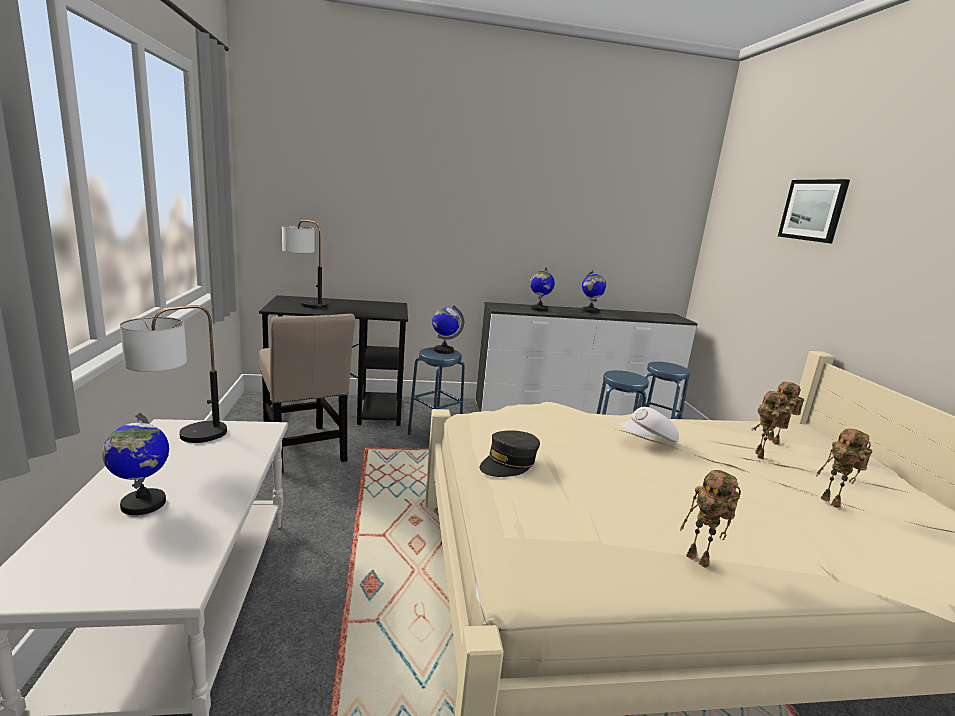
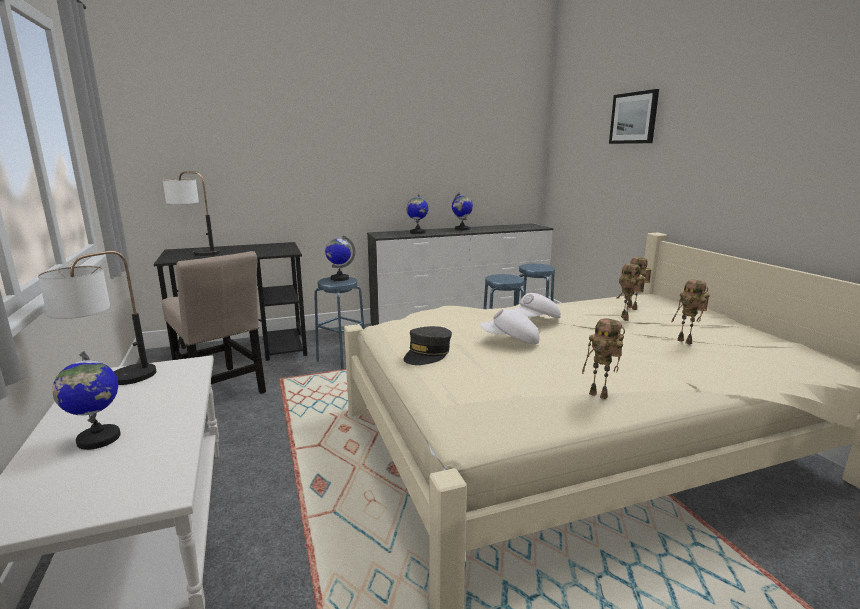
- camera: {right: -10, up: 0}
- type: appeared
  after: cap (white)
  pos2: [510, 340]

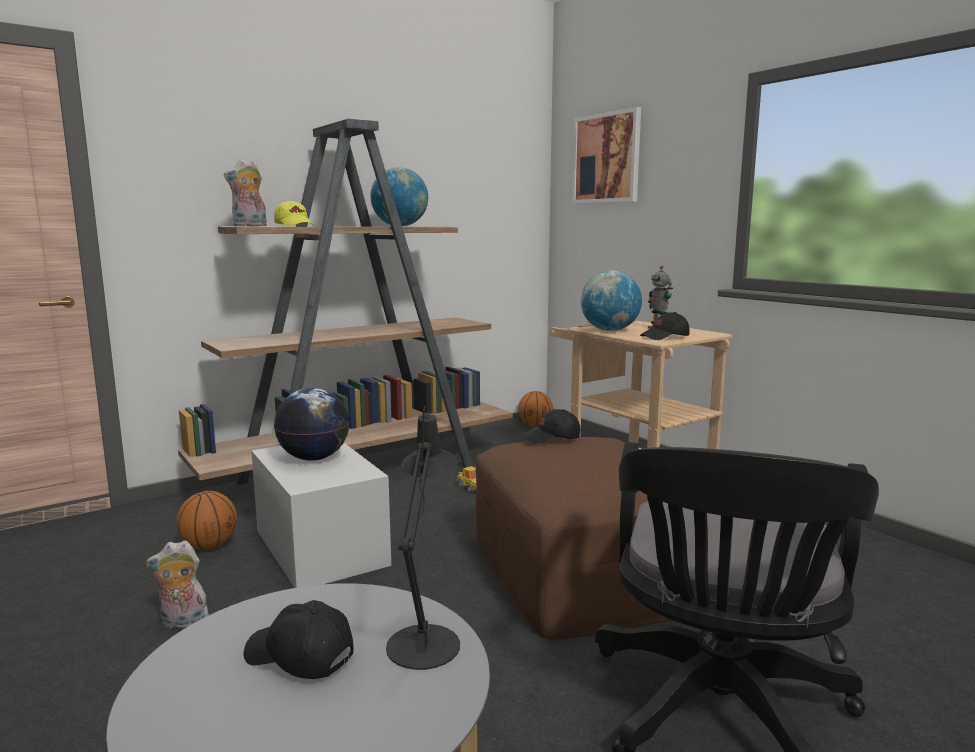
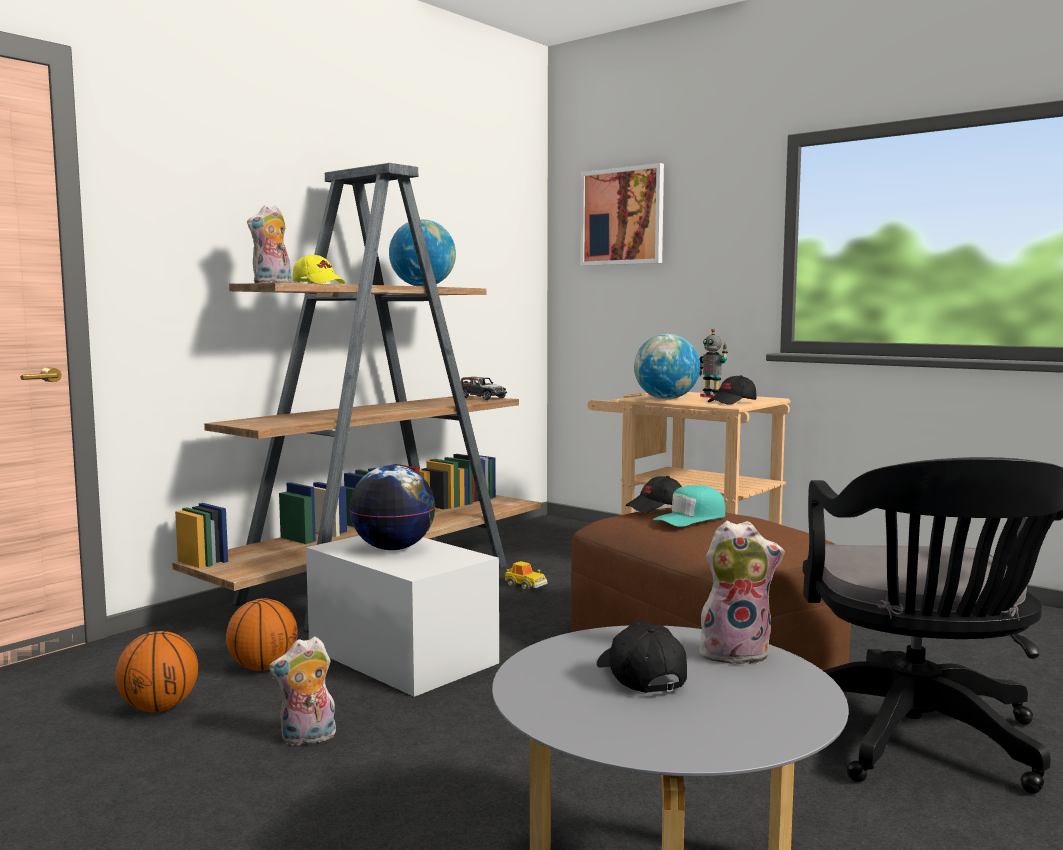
- camera: {right: -15, up: -5}
- type: spun
  before: cap (black)
  pos1: [298, 657]
  pos2: [639, 676]
  turn: 60
- type: exchanged
  before: table lamp (black)
  after: plush toy
  pos1: [425, 639]
  pos2: [735, 653]
- type: relocated
  before: basketball
  pos1: [535, 426]
  pos2: [159, 708]
- type: appeared
  after: toy car
  pos2: [482, 398]
- type: appeared
  after: cap (turquoise)
  pos2: [691, 518]

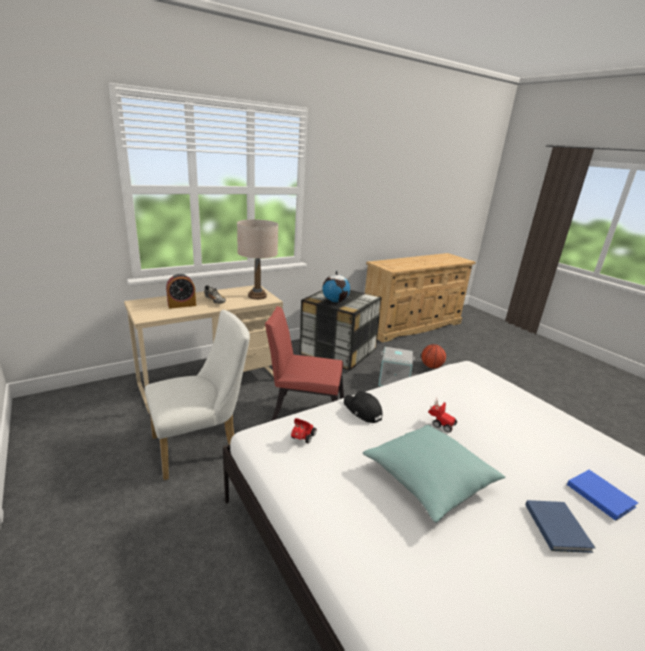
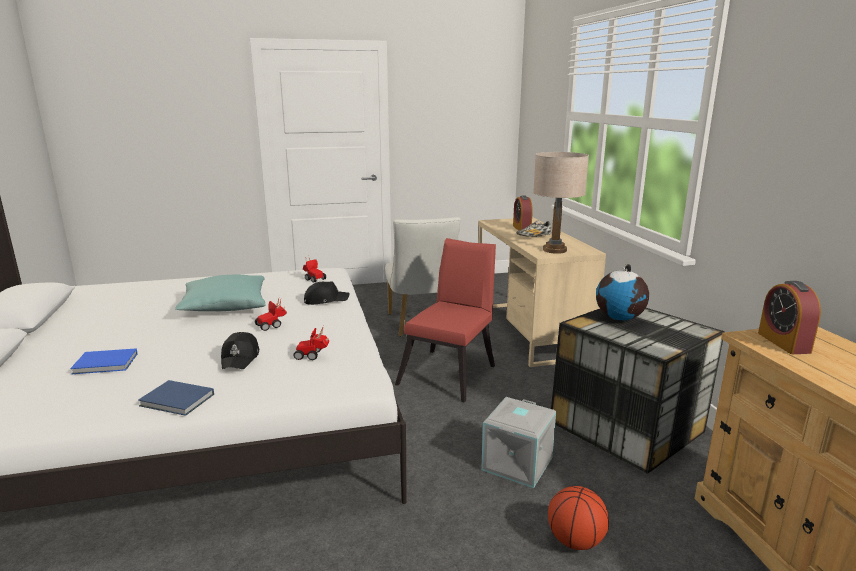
- camera: {right: 110, up: -5}
- type: relocated
  before: book (blue)
  pos1: [557, 526]
  pos2: [178, 401]
- type: appeared
  after: cap (black)
  pos2: [241, 358]
- type: appeared
  after: toy car
  pos2: [313, 355]
- type: appeared
  after: alarm clock
  pos2: [783, 342]

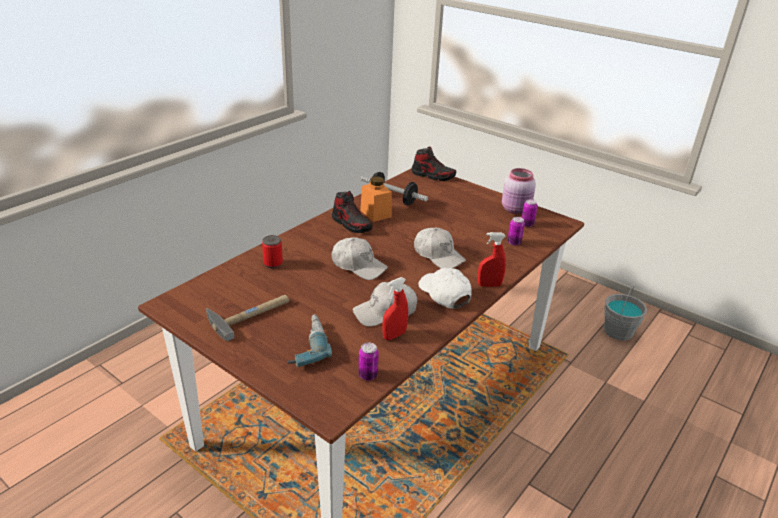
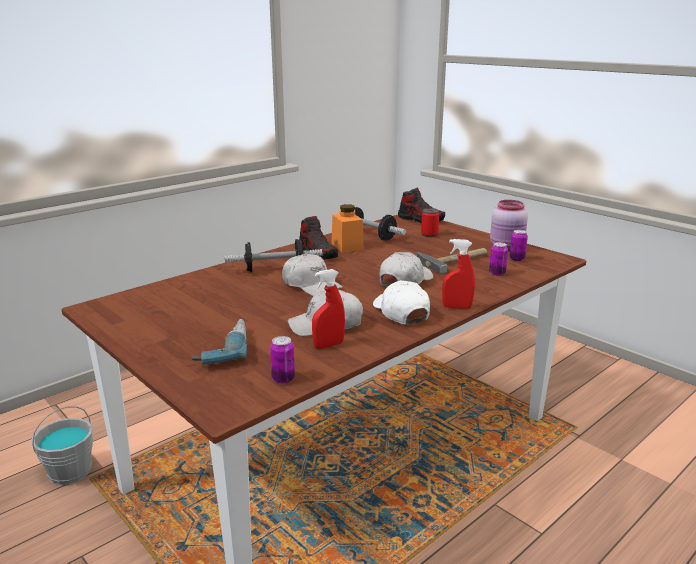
- camera: {right: 10, up: -10}
- type: relocated
  before: hammer
  pos1: [250, 315]
  pos2: [455, 260]
- type: relocated
  before: can
  pos1: [273, 263]
  pos2: [429, 234]
- type: spun
  before: cap (white)
  pos1: [438, 255]
  pos2: [405, 280]
  turn: -105
- type: relocated
  before: bucket (grey)
  pos1: [618, 331]
  pos2: [70, 471]
- type: appeared
  after: dumbbell
  pos2: [274, 269]

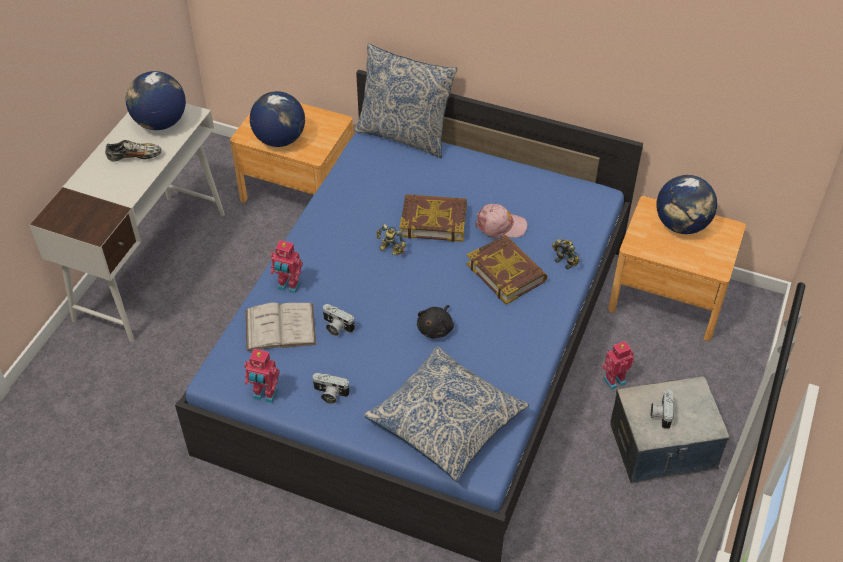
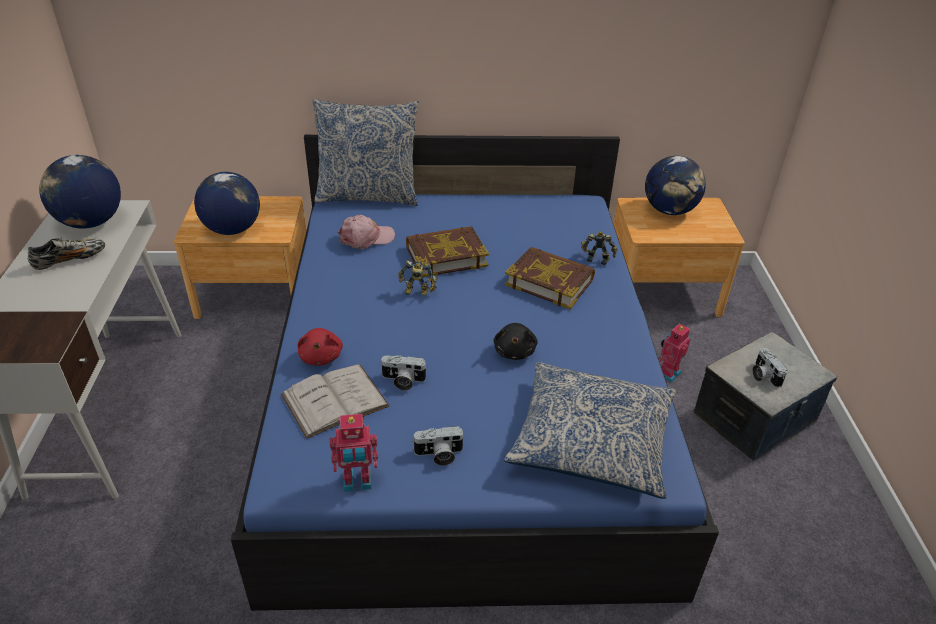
- camera: {right: -25, up: -10}
- type: exchanged
  before: toy robot
  after: plush toy (red)
  pos1: [288, 286]
  pos2: [321, 356]
- type: relocated
  before: cap (pink)
  pos1: [500, 226]
  pos2: [366, 238]

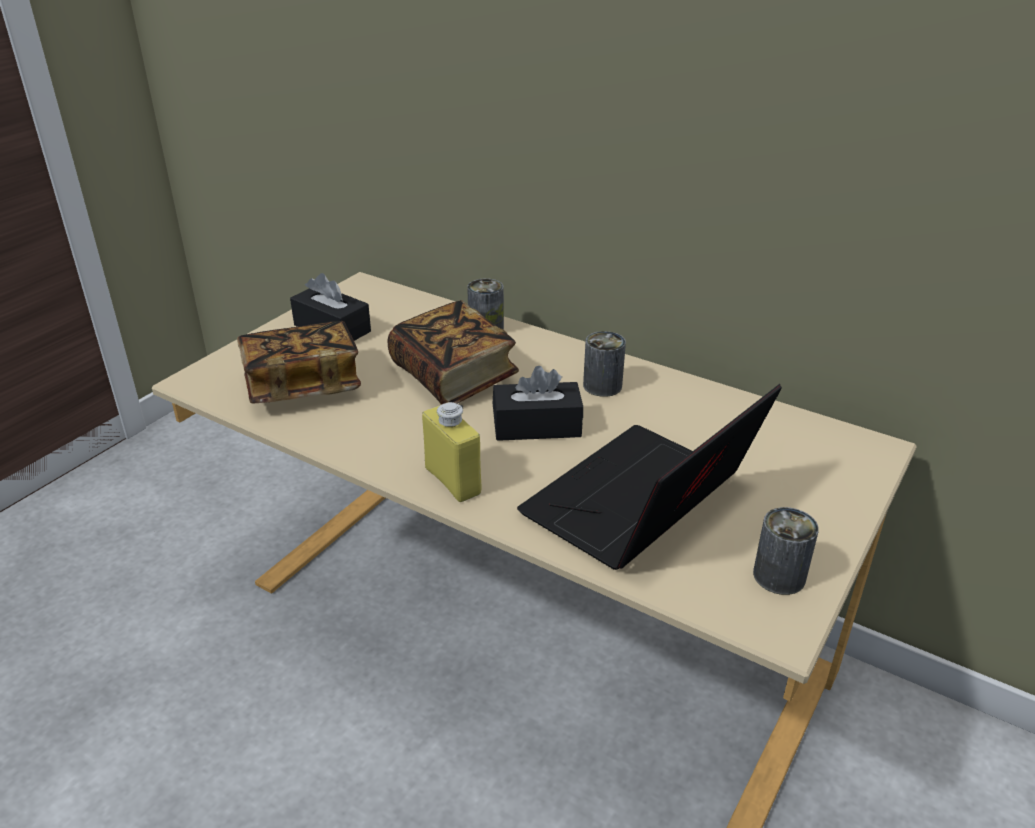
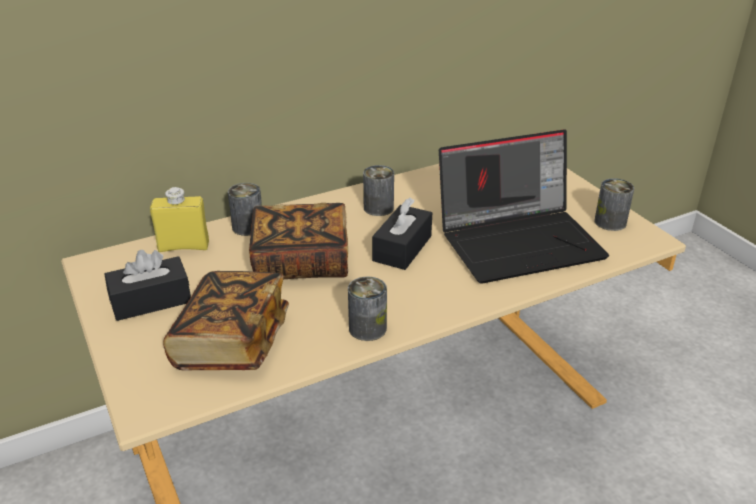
- camera: {right: -60, up: 0}
- type: relocated
  before: bottle (yellow)
  pos1: [453, 481]
  pos2: [184, 246]
- type: spun
  before: laptop
  pos1: [641, 505]
  pos2: [520, 241]
  turn: -90
- type: appeared
  after: can
  pos2: [367, 328]

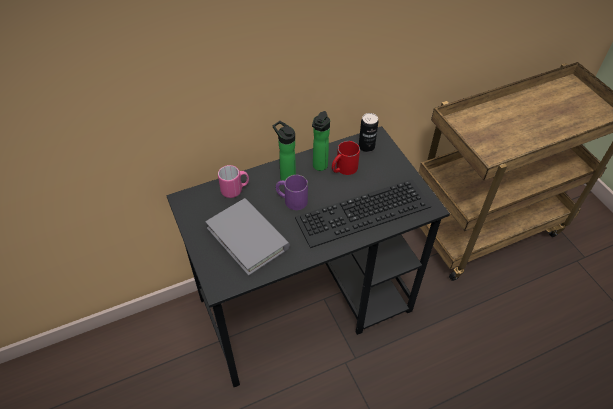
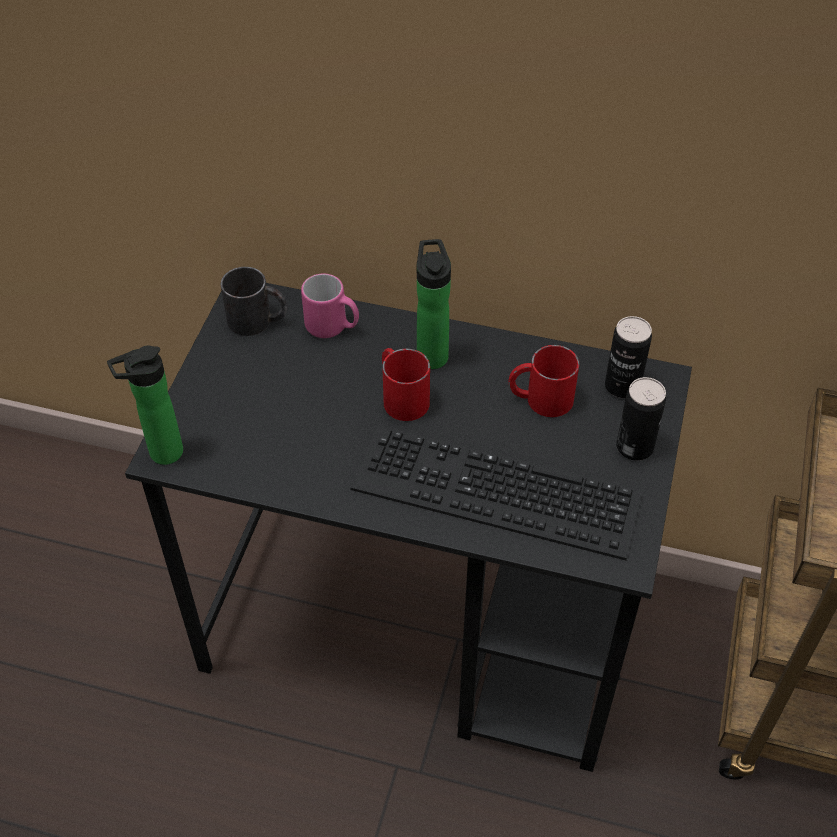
- camera: {right: 40, up: 0}
- type: missing
  before: book (grey)
  pos1: [247, 238]
- type: colour
  before: mug (purple)
  after: mug (red)
  pos1: [291, 200]
  pos2: [401, 396]
- type: relocated
  before: bottle
  pos1: [319, 167]
  pos2: [161, 454]
- type: appeared
  after: mug (black)
  pos2: [258, 320]
- type: appeared
  after: can
  pos2: [634, 447]

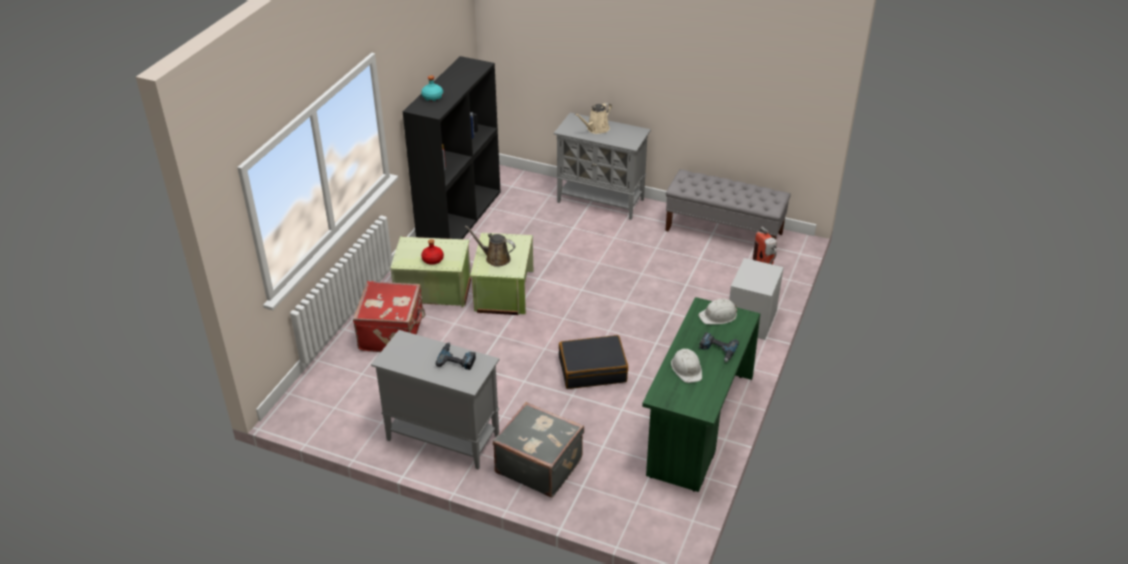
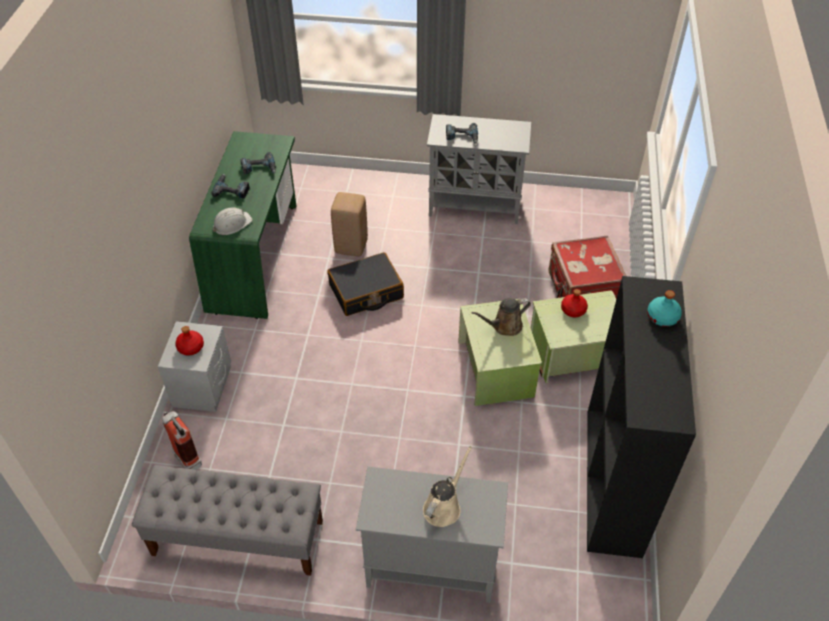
- camera: {right: 165, up: 10}
- type: spun
  before: watering can (brown)
  pos1: [495, 258]
  pos2: [504, 326]
  turn: 150
- type: missing
  before: suitcase (grey)
  pos1: [539, 465]
- type: exchanged
  before: hard hat (white)
  after: power drill
  pos1: [687, 368]
  pos2: [259, 168]
- type: appeared
  after: bottle (red)
  pos2: [190, 347]
- type: appeared
  after: stool (beige)
  pos2: [351, 247]

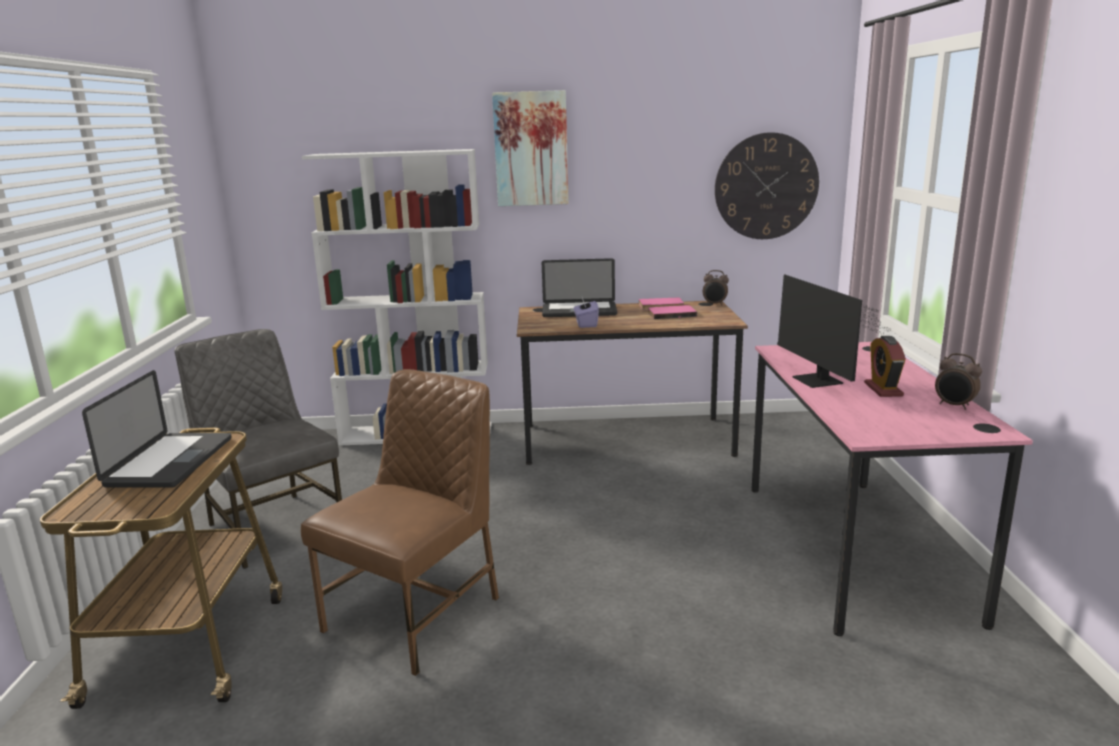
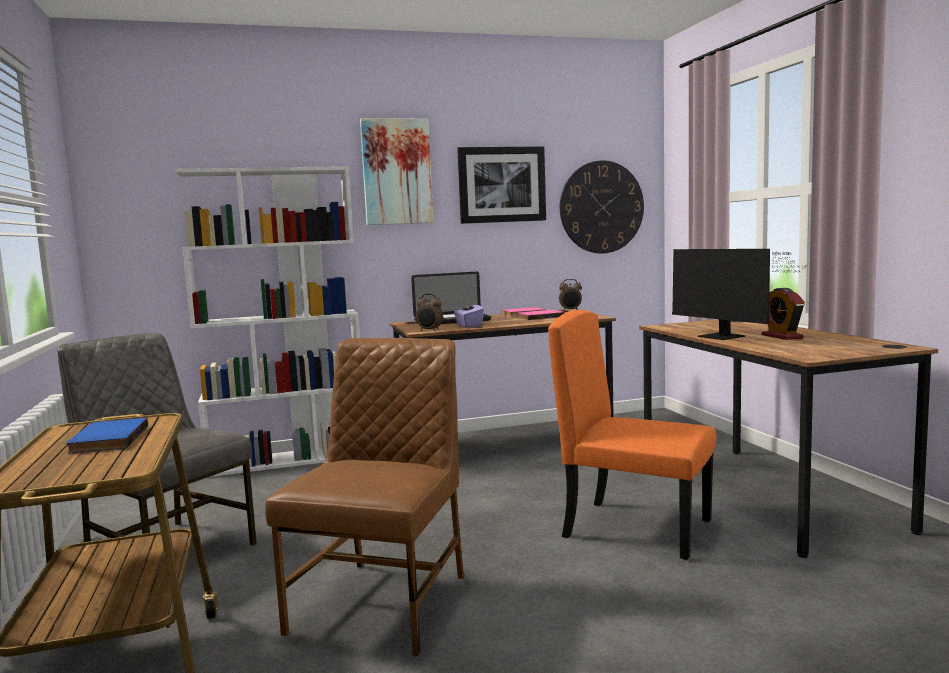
- camera: {right: -15, up: -10}
- type: exchanged
  before: laptop
  after: book (blue)
  pos1: [170, 462]
  pos2: [106, 439]
- type: colour
  before: desk (pink)
  after: desk (brown)
  pos1: [852, 548]
  pos2: [763, 495]
- type: relocated
  before: alarm clock
  pos1: [954, 406]
  pos2: [430, 330]
- type: appeared
  after: picture
  pos2: [502, 184]
- type: appeared
  after: chair (orange)
  pos2: [637, 528]

